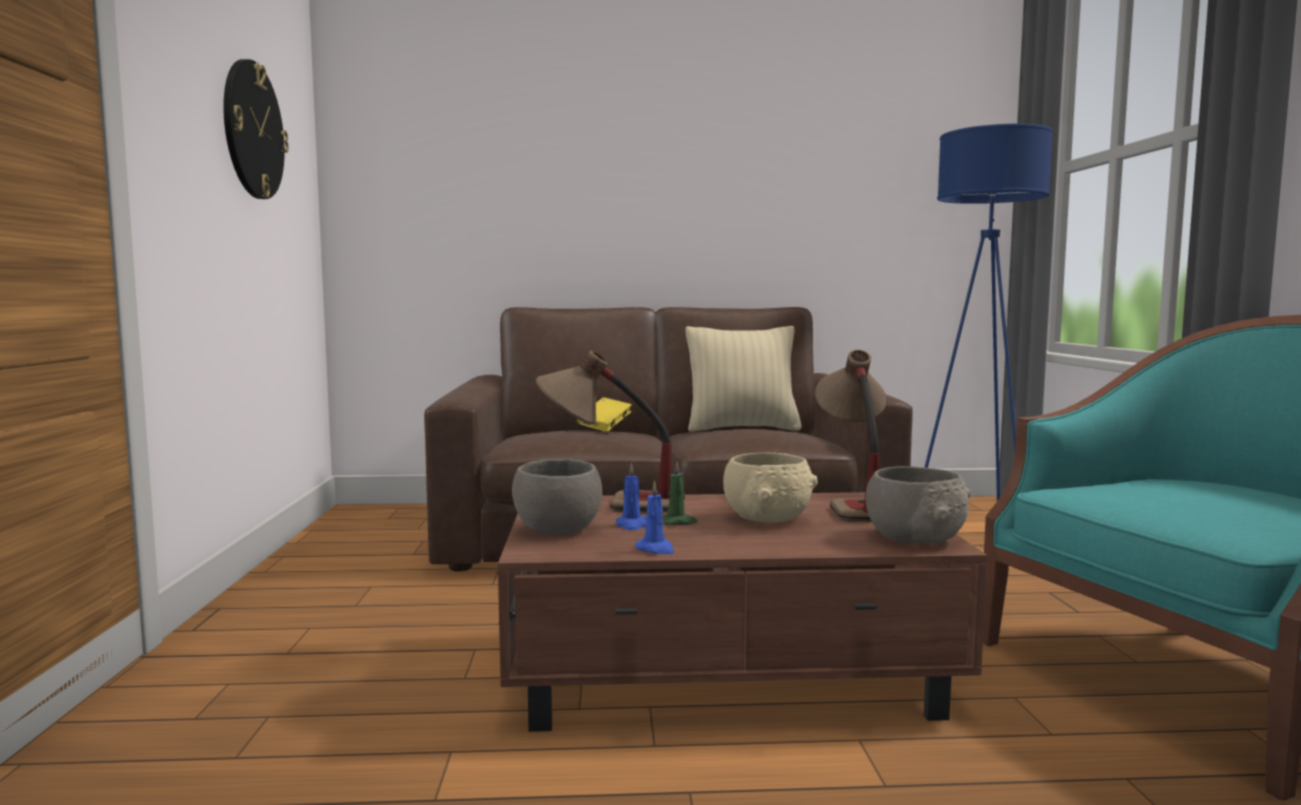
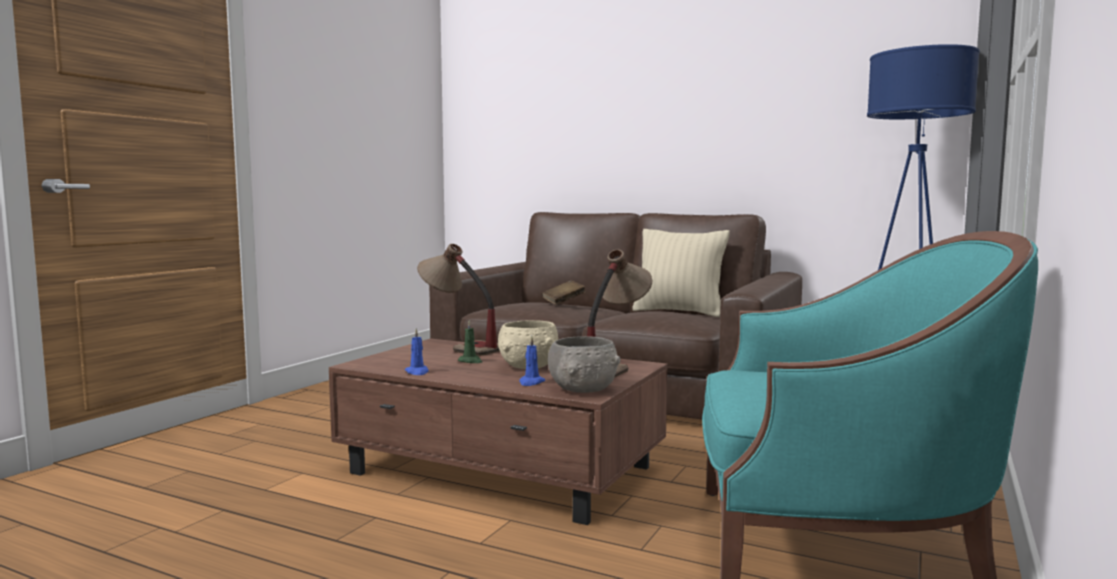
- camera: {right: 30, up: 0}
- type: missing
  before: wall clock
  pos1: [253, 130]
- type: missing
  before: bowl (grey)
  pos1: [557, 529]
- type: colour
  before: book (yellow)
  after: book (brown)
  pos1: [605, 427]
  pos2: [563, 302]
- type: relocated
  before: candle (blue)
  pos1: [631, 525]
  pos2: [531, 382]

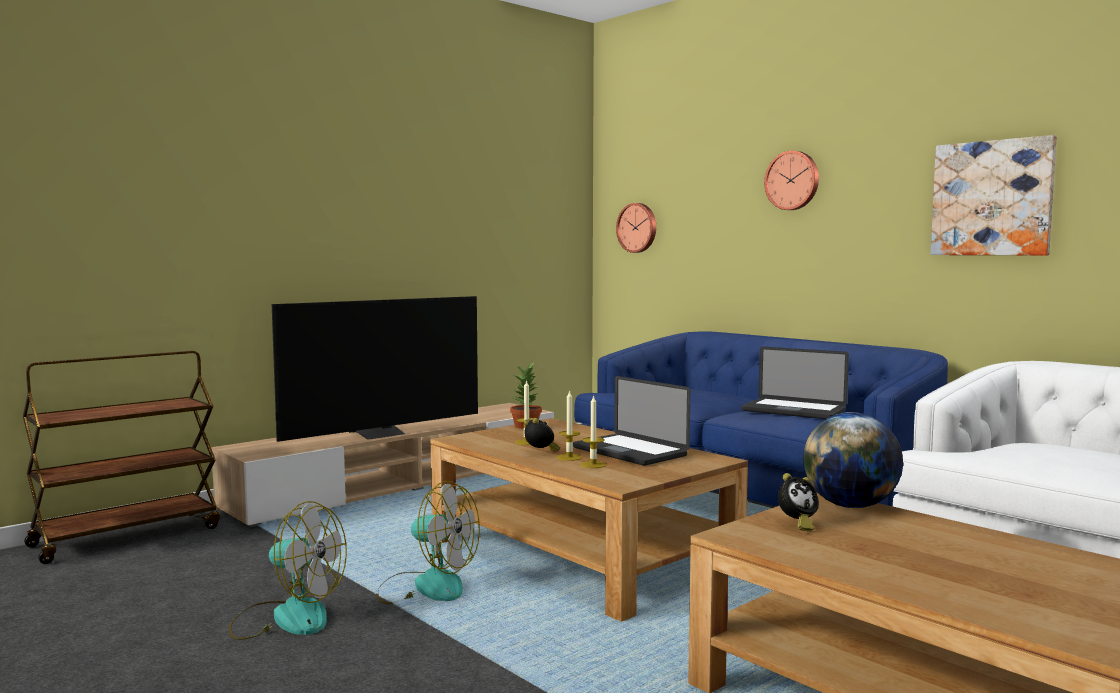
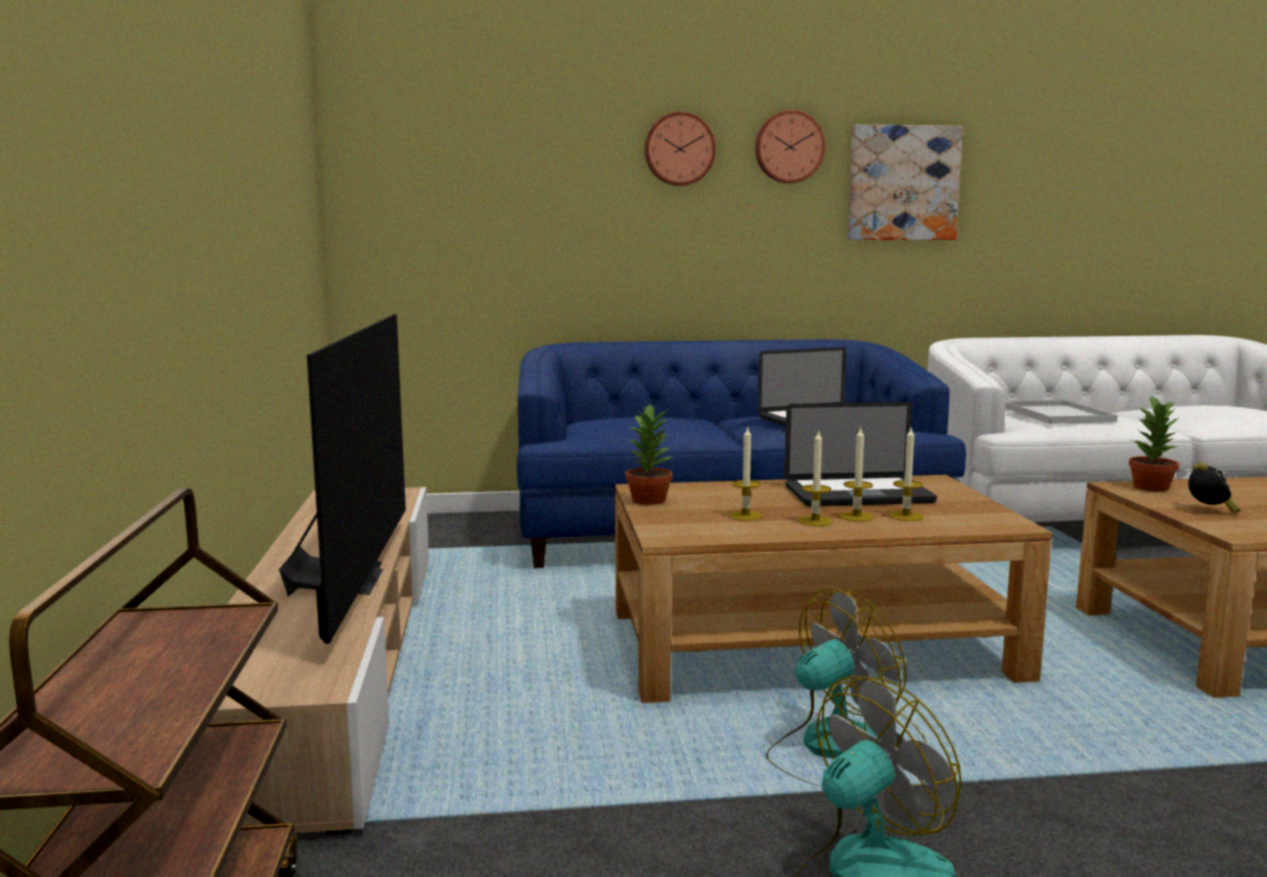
- camera: {right: -55, up: 5}
- type: exchanged
  before: alarm clock
  after: candle
  pos1: [541, 453]
  pos2: [815, 521]
- type: relocated
  before: wall clock
  pos1: [638, 228]
  pos2: [789, 147]
- type: exchanged
  before: globe
  after: potted plant
  pos1: [850, 506]
  pos2: [1151, 487]
- type: appeared
  after: tray (white)
  pos2: [1060, 415]

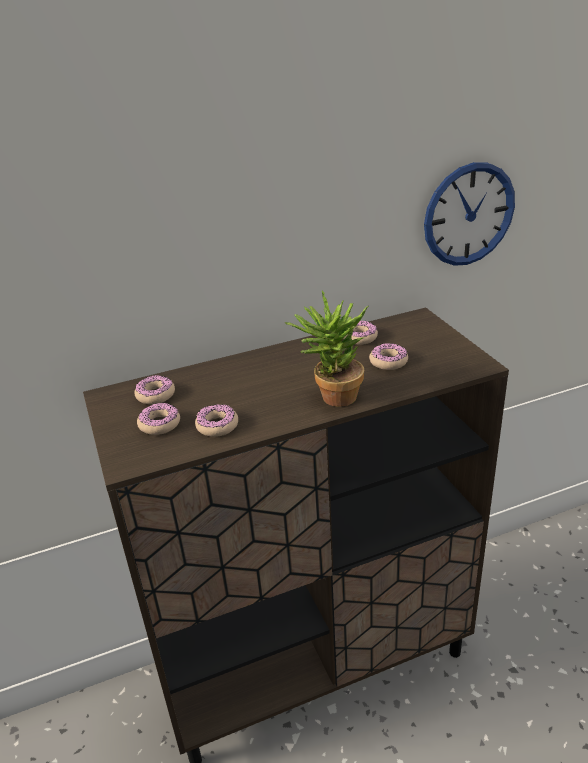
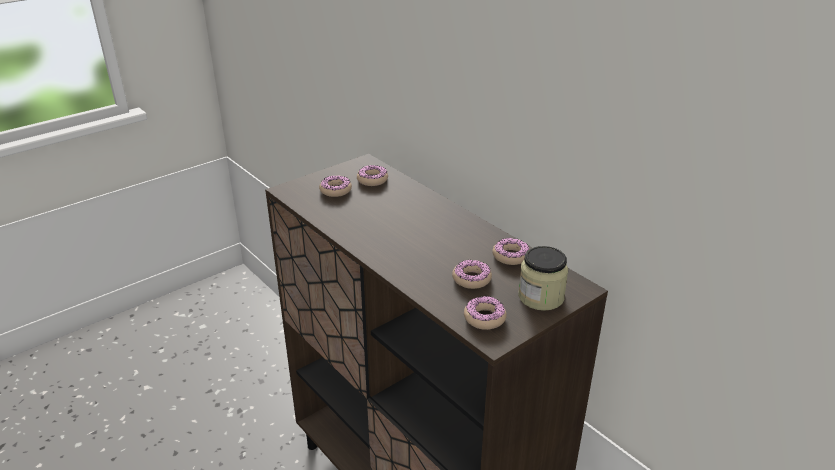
- camera: {right: 70, up: 0}
- type: relocated
  before: donut
  pos1: [217, 426]
  pos2: [484, 318]
- type: missing
  before: potted plant
  pos1: [331, 397]
- type: missing
  before: wall clock
  pos1: [469, 215]
- type: appeared
  after: jar
  pos2: [541, 297]

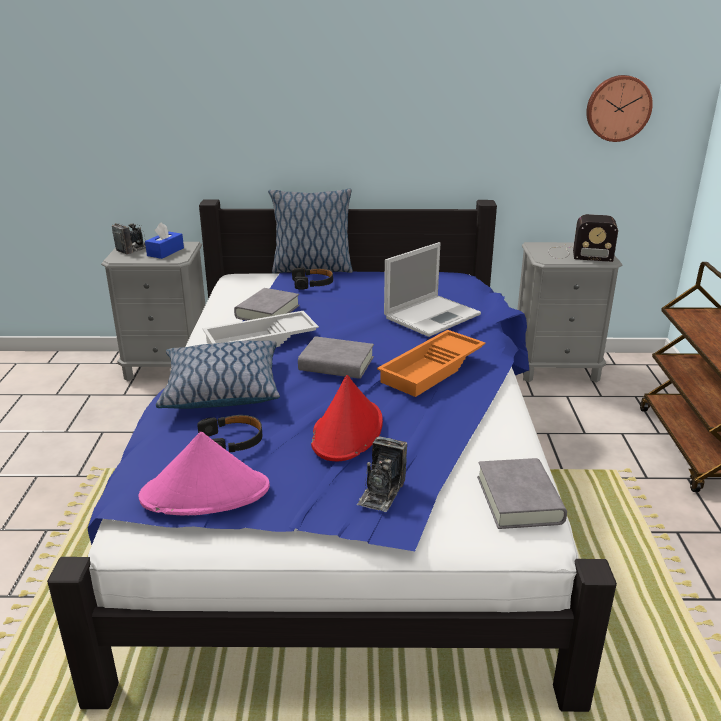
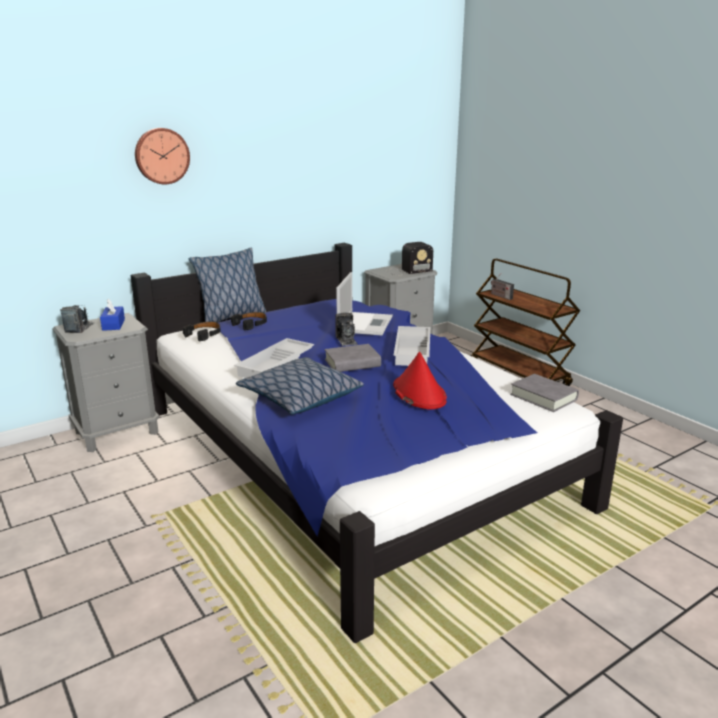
- camera: {right: -35, up: -5}
- type: missing
  before: hat (pink)
  pos1: [206, 493]
- type: relocated
  before: headphones (black)
  pos1: [232, 441]
  pos2: [204, 335]
- type: missing
  before: book (grey)
  pos1: [267, 312]
- type: relocated
  before: photo camera
  pos1: [381, 492]
  pos2: [346, 340]
- type: colour
  before: tray (orange)
  after: tray (white)
  pos1: [433, 370]
  pos2: [413, 351]
- type: relocated
  before: wall clock
  pos1: [618, 108]
  pos2: [161, 156]
- type: appeared
  after: radio
  pos2: [500, 296]

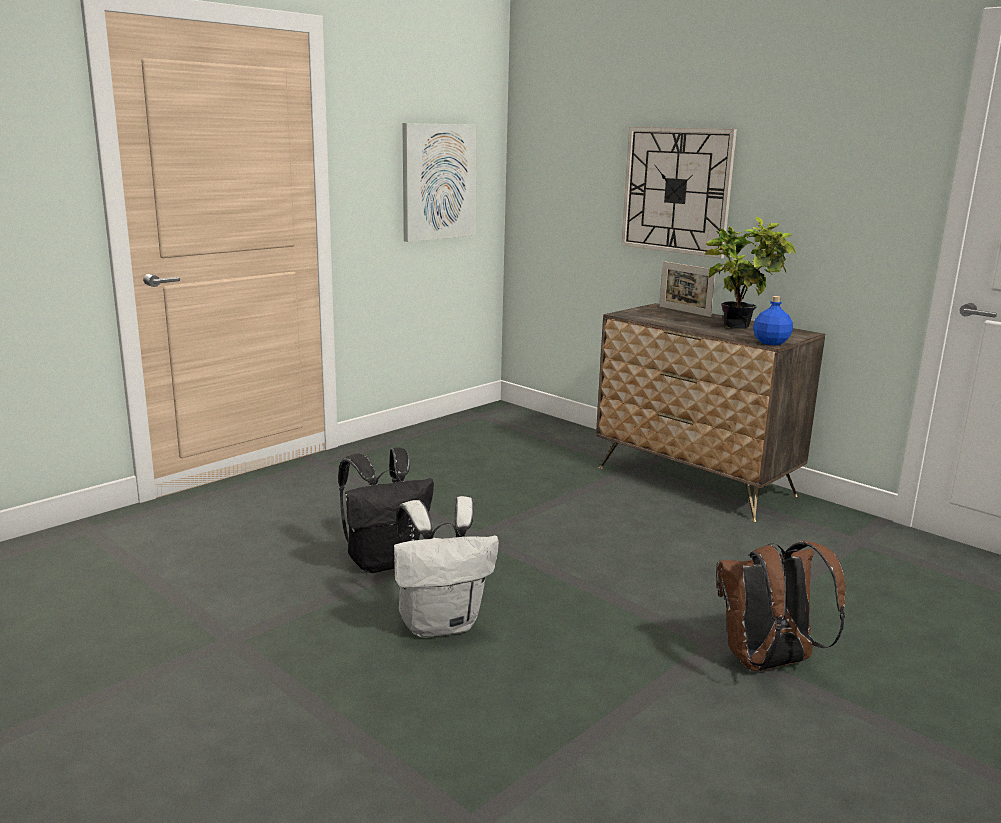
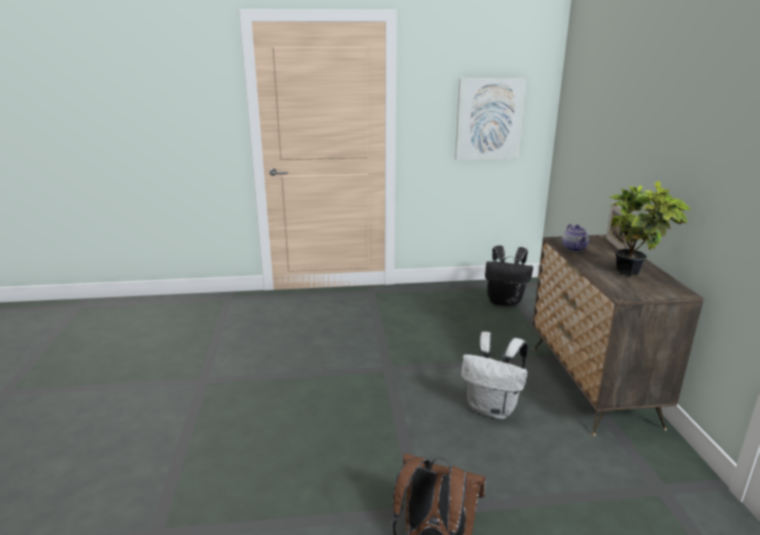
- camera: {right: 40, up: 5}
- type: relocated
  before: backpack (black)
  pos1: [384, 561]
  pos2: [505, 301]
- type: relocated
  before: backpack (white)
  pos1: [441, 623]
  pos2: [492, 409]
- type: missing
  before: wall clock
  pos1: [676, 190]
- type: missing
  before: bottle (blue)
  pos1: [770, 342]
- type: appeared
  after: teapot
  pos2: [574, 249]

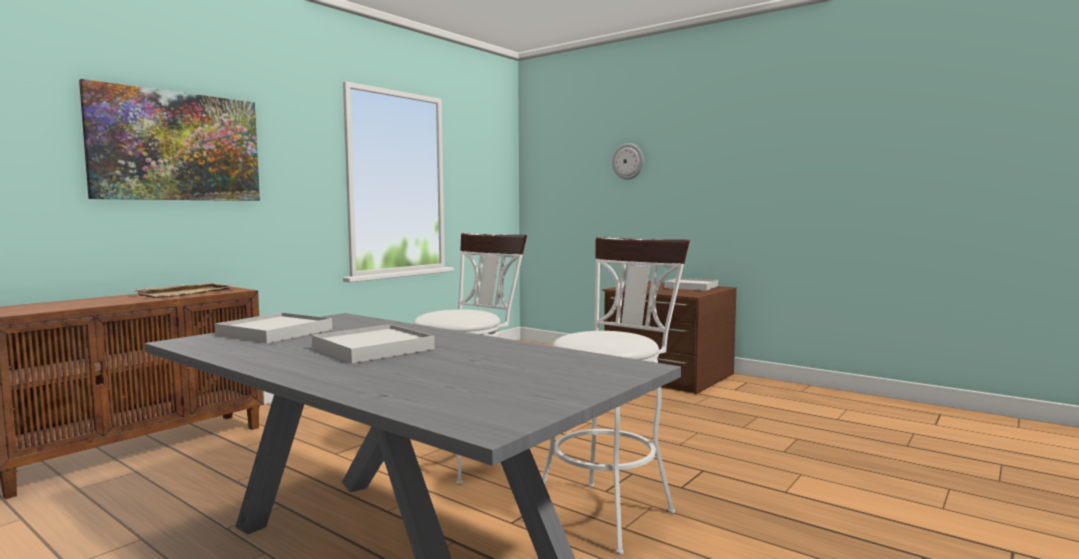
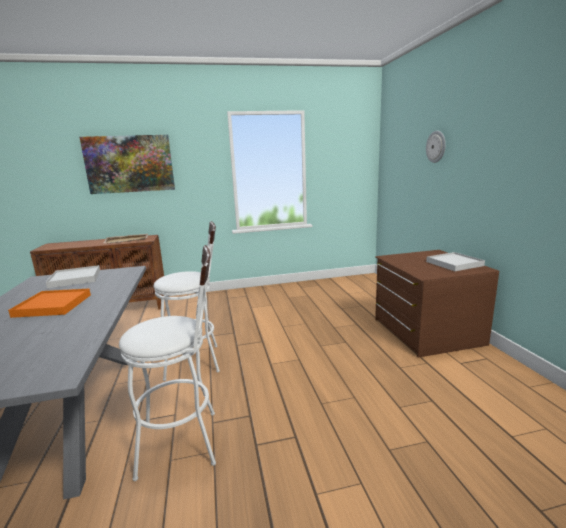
- camera: {right: 40, up: 10}
- type: colour
  before: tray (white)
  after: tray (orange)
  pos1: [373, 349]
  pos2: [53, 305]

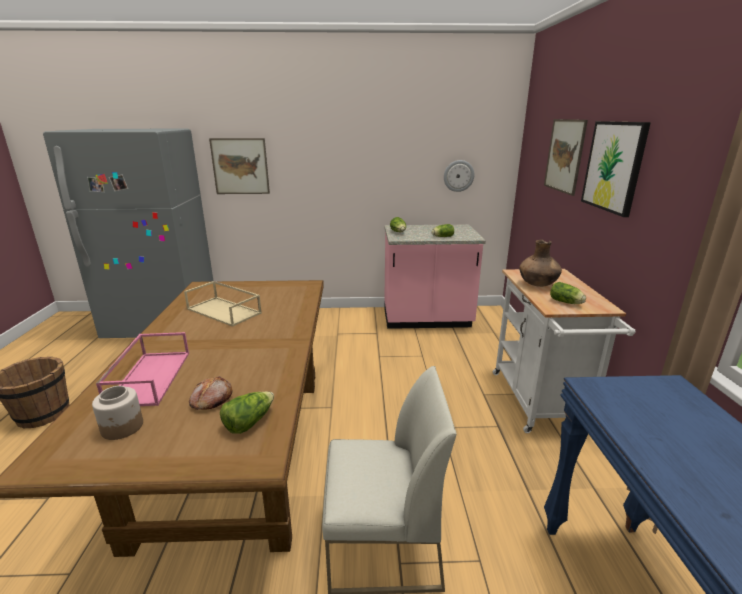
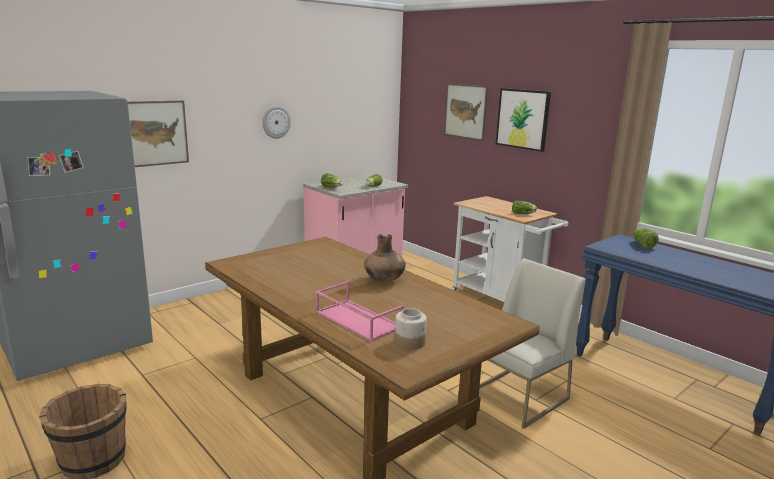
- camera: {right: -40, up: -5}
- type: missing
  before: tray (beige)
  pos1: [225, 311]
- type: missing
  before: bread
  pos1: [211, 400]
- type: relocated
  before: lettuce
  pos1: [249, 422]
  pos2: [642, 245]
- type: relocated
  before: wall clock
  pos1: [458, 176]
  pos2: [276, 122]
- type: relocated
  before: vase (brown)
  pos1: [537, 285]
  pos2: [384, 280]

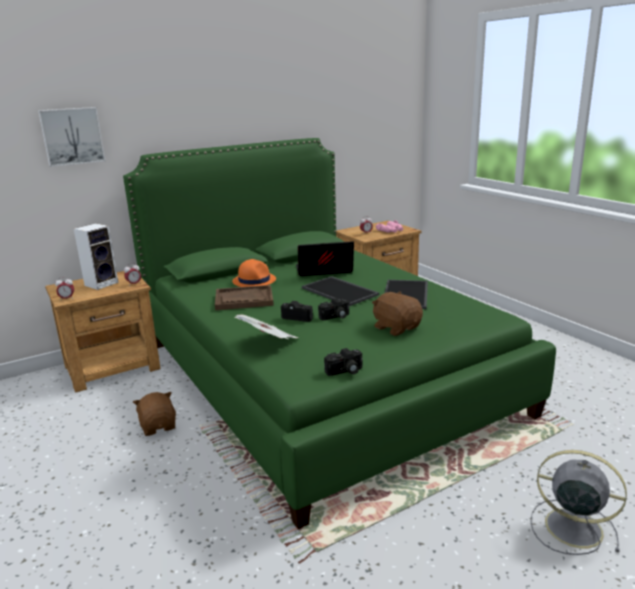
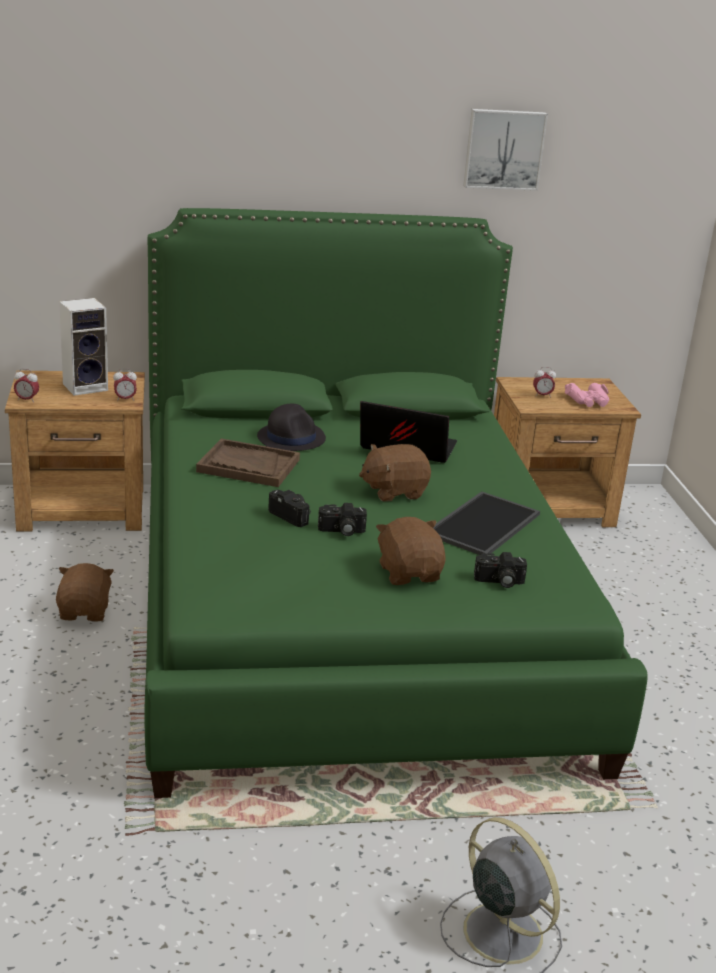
- camera: {right: 20, up: 5}
- type: relocated
  before: picture
  pos1: [72, 136]
  pos2: [503, 149]
- type: colour
  before: hat (orange)
  after: hat (black)
  pos1: [254, 281]
  pos2: [291, 438]
- type: missing
  before: newspaper
  pos1: [267, 342]
- type: exchanged
  before: tray
  after: plush toy (brown)
  pos1: [341, 291]
  pos2: [394, 491]
- type: relocated
  before: photo camera
  pos1: [345, 371]
  pos2: [499, 582]

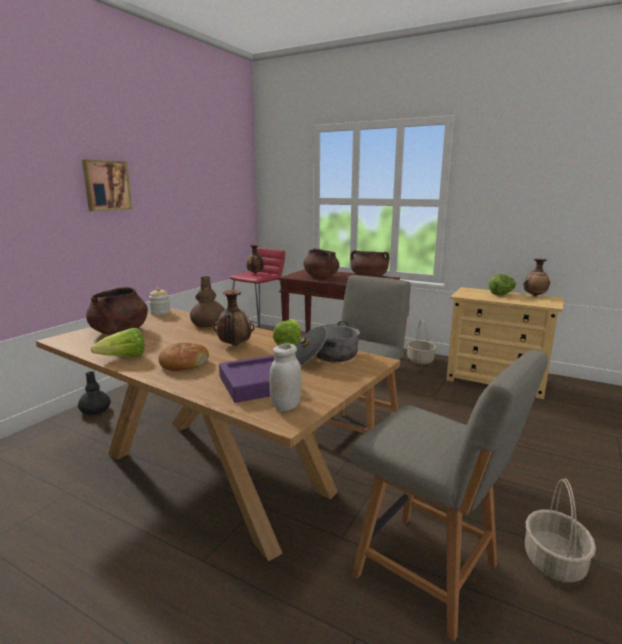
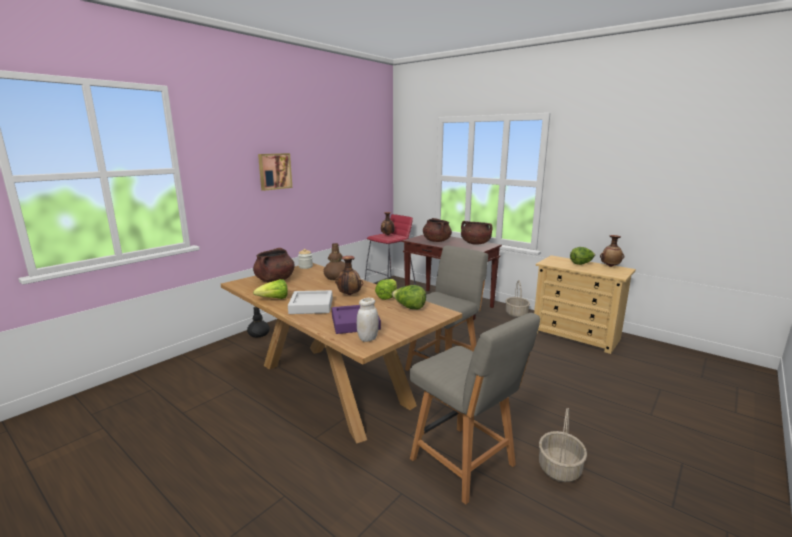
- camera: {right: 10, up: 0}
- type: exchanged
  before: bread
  after: tray (grey)
  pos1: [183, 364]
  pos2: [311, 306]
- type: exchanged
  before: cooking pot
  after: lettuce
  pos1: [325, 357]
  pos2: [409, 307]

